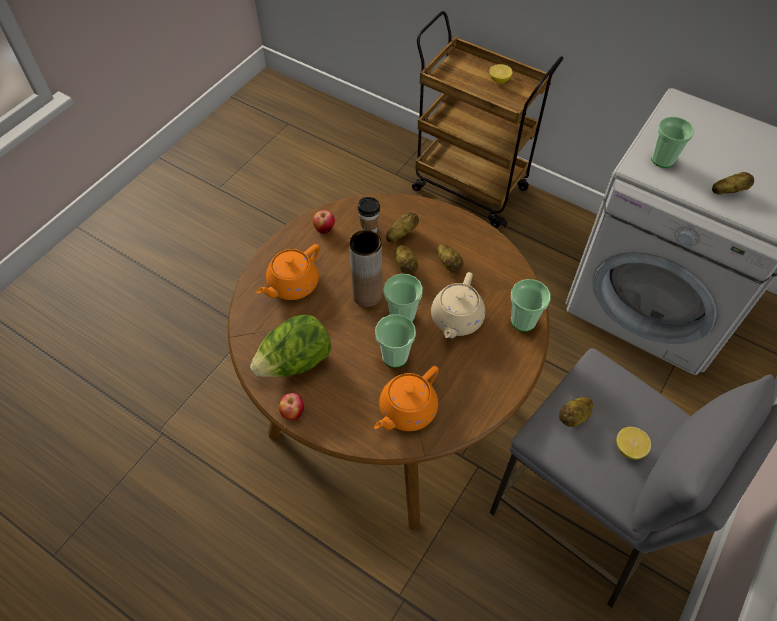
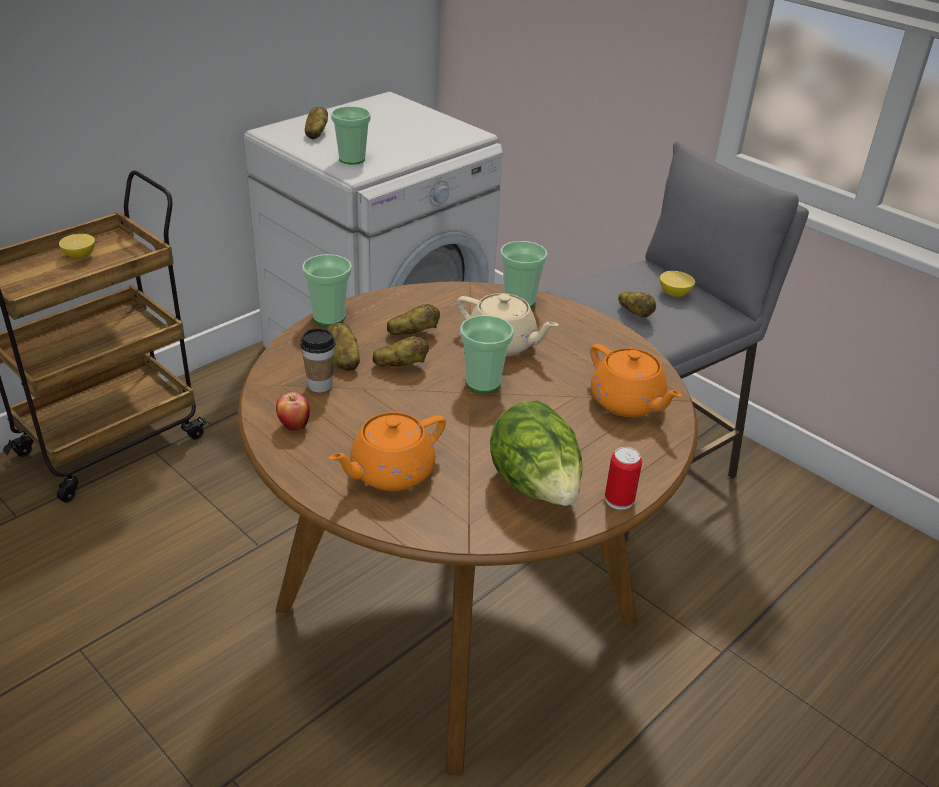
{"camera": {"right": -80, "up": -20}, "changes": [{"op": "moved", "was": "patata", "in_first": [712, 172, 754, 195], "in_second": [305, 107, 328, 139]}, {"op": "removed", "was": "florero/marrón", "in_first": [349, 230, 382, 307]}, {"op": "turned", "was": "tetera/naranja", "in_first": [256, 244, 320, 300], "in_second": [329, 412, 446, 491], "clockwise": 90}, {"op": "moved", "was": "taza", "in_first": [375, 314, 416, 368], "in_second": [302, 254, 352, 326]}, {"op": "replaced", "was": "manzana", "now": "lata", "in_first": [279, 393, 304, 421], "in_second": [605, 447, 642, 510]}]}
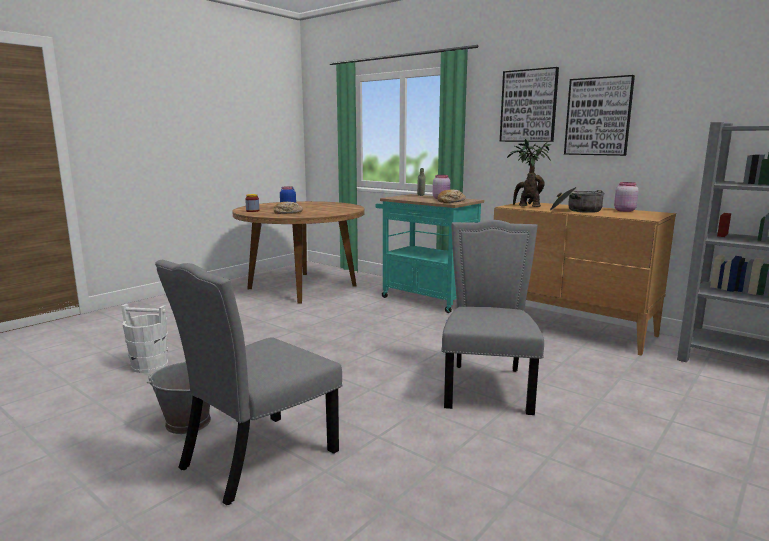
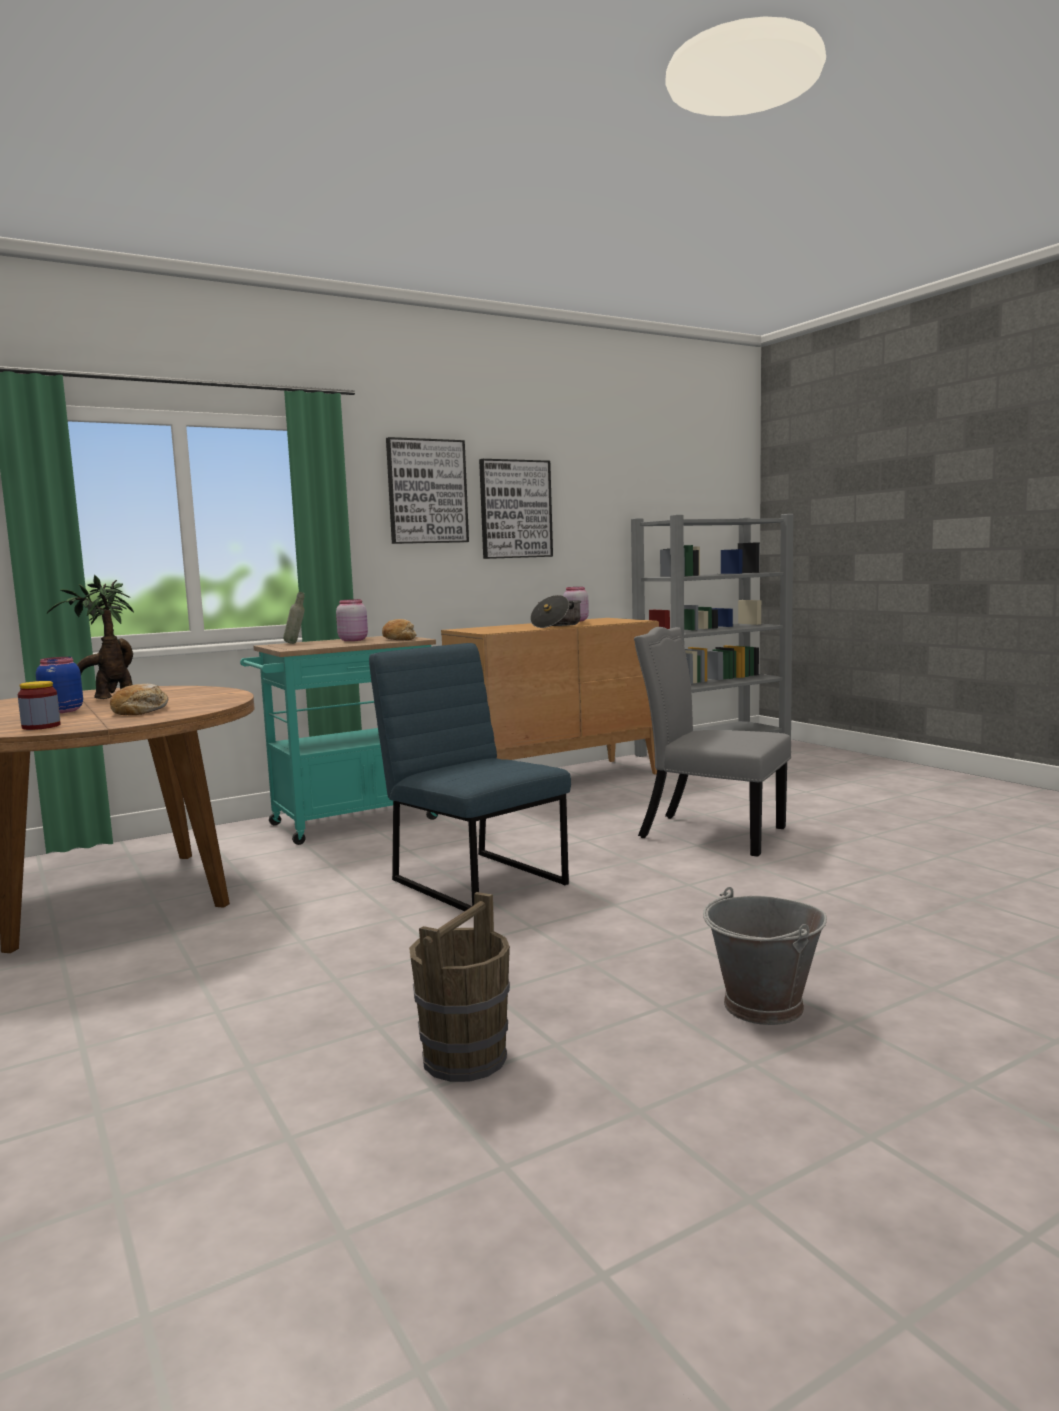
{"camera": {"right": -70, "up": -5}, "changes": [{"op": "moved", "was": "planta en maceta", "in_first": [507, 139, 552, 207], "in_second": [46, 575, 134, 699]}, {"op": "removed", "was": "silla/gris", "in_first": [155, 260, 343, 505]}, {"op": "recoloured", "was": "cubo/blanco", "now": "cubo/marrón", "in_first": [121, 304, 168, 373], "in_second": [409, 892, 510, 1082]}, {"op": "added", "now": "silla/azul", "in_second": [369, 643, 571, 911]}]}
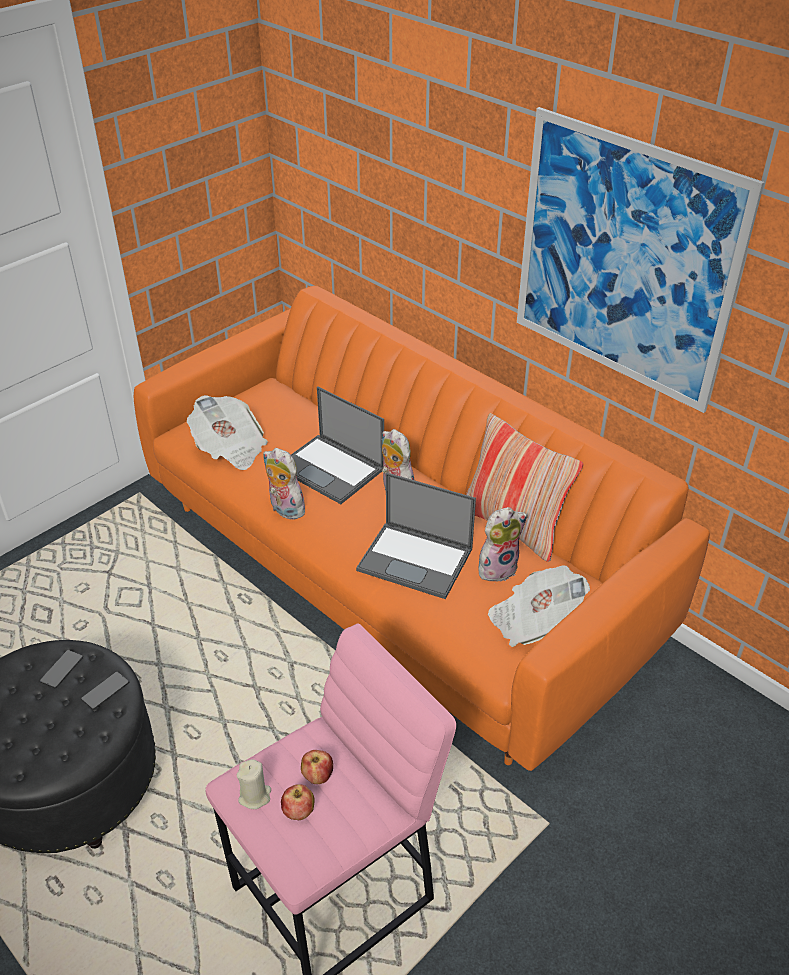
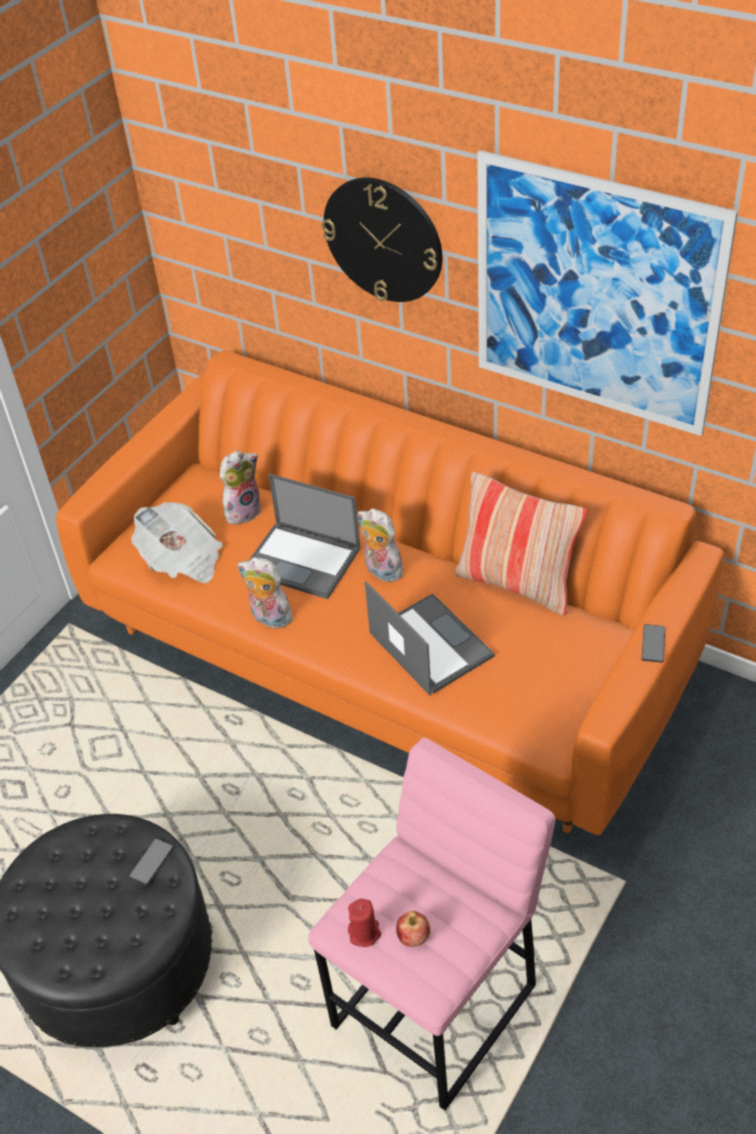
{"camera": {"right": -10, "up": 5}, "changes": [{"op": "turned", "was": "portátil", "in_first": [356, 472, 476, 599], "in_second": [365, 581, 495, 696], "clockwise": -135}, {"op": "moved", "was": "peluche", "in_first": [478, 507, 528, 581], "in_second": [220, 451, 261, 525]}, {"op": "removed", "was": "periódico", "in_first": [488, 565, 590, 647]}, {"op": "moved", "was": "móvil", "in_first": [40, 650, 83, 688], "in_second": [642, 624, 665, 662]}, {"op": "removed", "was": "manzana", "in_first": [301, 750, 333, 784]}, {"op": "recoloured", "was": "vela/beis", "now": "vela/rojo", "in_first": [237, 759, 271, 809], "in_second": [348, 899, 381, 947]}, {"op": "added", "now": "reloj de pared", "in_second": [322, 178, 442, 302]}]}
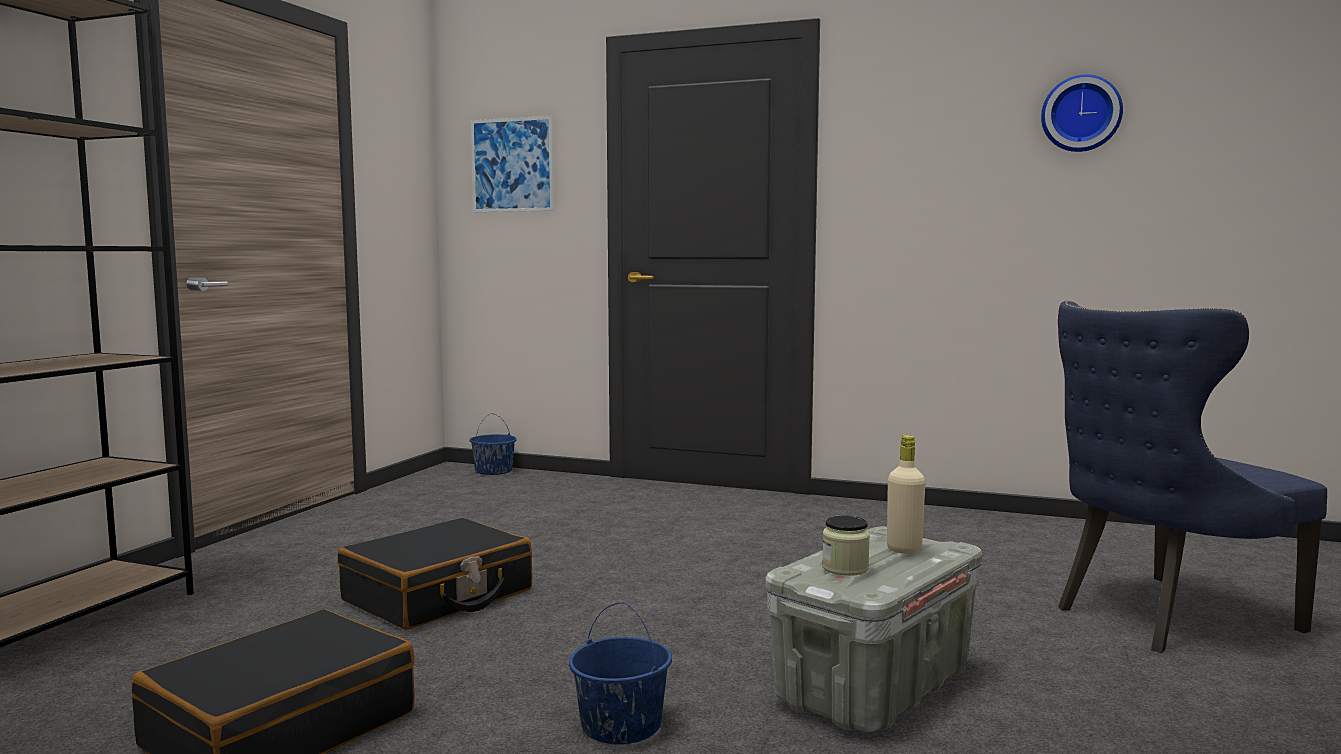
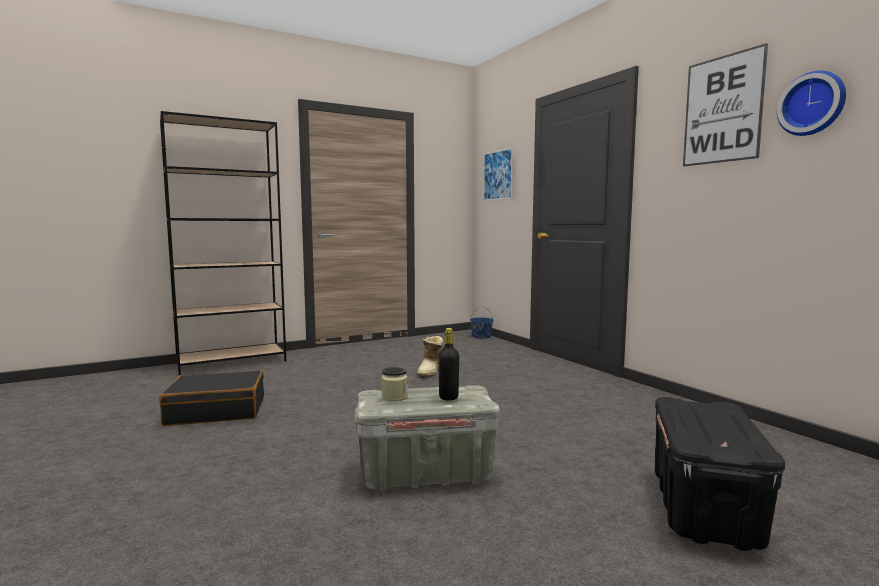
{"camera": {"right": 40, "up": 0}, "changes": [{"op": "replaced", "was": "silla/azul", "now": "caja de almacenaje/negro", "in_first": [1058, 300, 1327, 653], "in_second": [655, 397, 785, 551]}, {"op": "recoloured", "was": "botella/beis", "now": "botella/negro", "in_first": [887, 435, 925, 554], "in_second": [439, 328, 459, 401]}, {"op": "removed", "was": "maleta/negro", "in_first": [338, 518, 532, 630]}, {"op": "removed", "was": "cubo/azul", "in_first": [569, 602, 672, 744]}, {"op": "added", "now": "cuadro", "in_second": [683, 43, 768, 166]}, {"op": "added", "now": "bota", "in_second": [417, 336, 444, 378]}]}
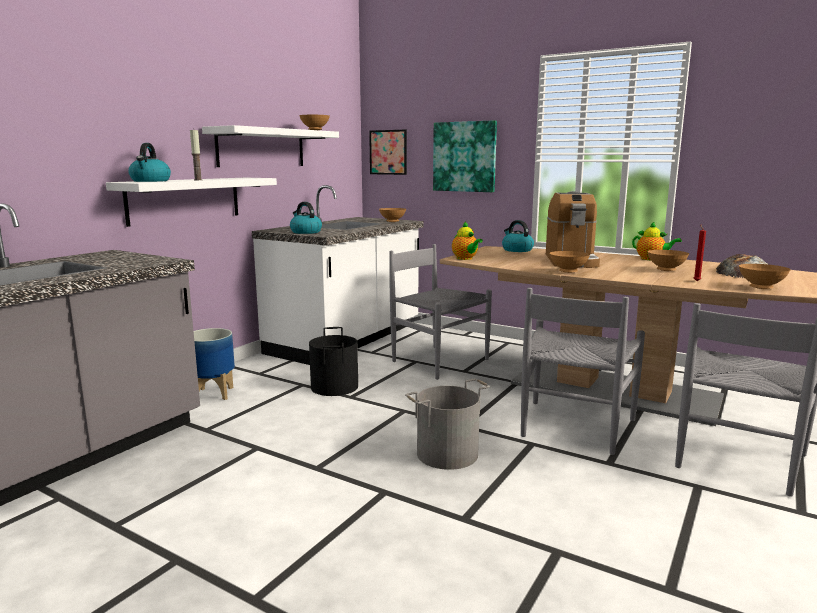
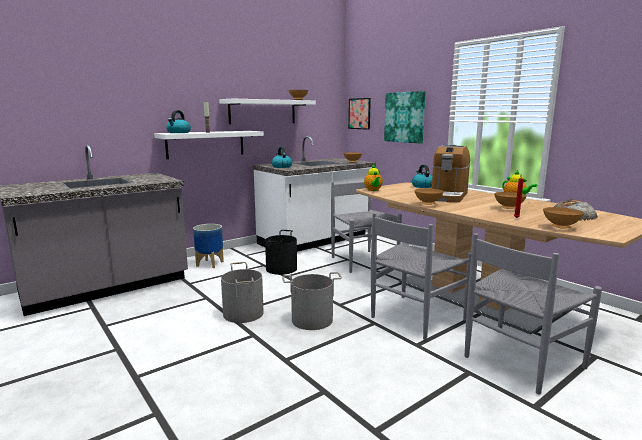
{"camera": {"right": 20, "up": 0}, "changes": [{"op": "added", "now": "cubo/gris", "in_second": [221, 262, 264, 323]}]}
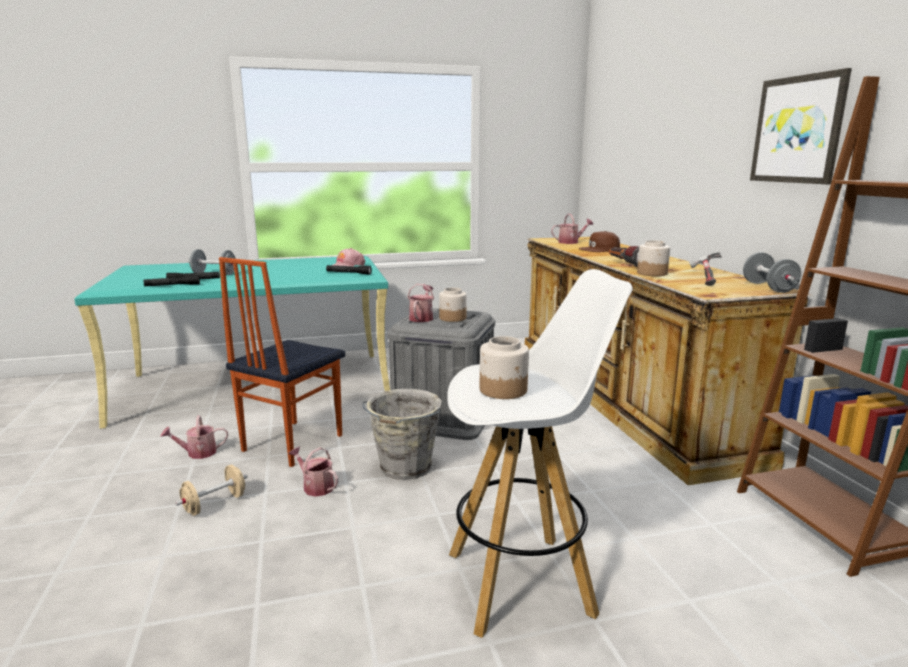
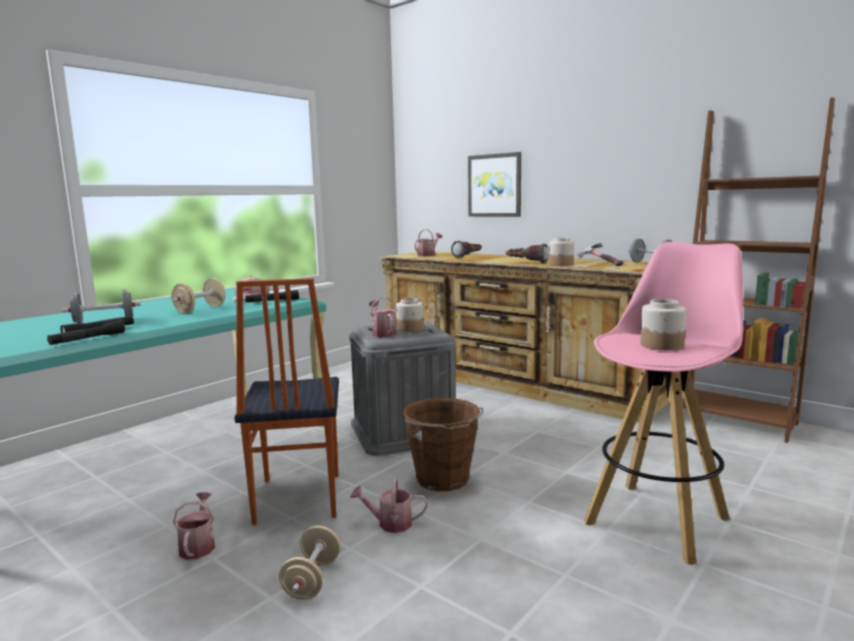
{"camera": {"right": -35, "up": -5}, "changes": [{"op": "moved", "was": "cuadro", "in_first": [750, 68, 852, 184], "in_second": [468, 152, 521, 217]}, {"op": "replaced", "was": "gorra/marrón", "now": "linterna", "in_first": [579, 231, 620, 252], "in_second": [451, 241, 482, 258]}, {"op": "recoloured", "was": "taburete/blanco", "now": "taburete/rosa", "in_first": [447, 269, 633, 638], "in_second": [584, 242, 743, 565]}, {"op": "recoloured", "was": "cubo/gris", "now": "cubo/marrón", "in_first": [362, 389, 442, 480], "in_second": [403, 398, 483, 491]}, {"op": "turned", "was": "regadera", "in_first": [161, 415, 228, 459], "in_second": [173, 492, 215, 560], "clockwise": 135}, {"op": "added", "now": "mancuerna/beis", "in_second": [171, 278, 226, 313]}]}
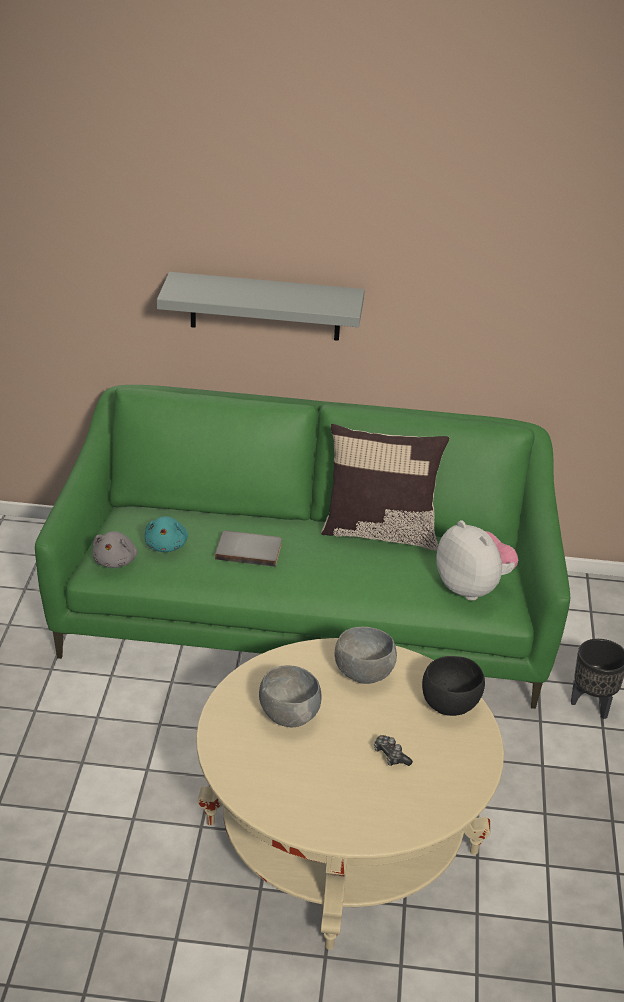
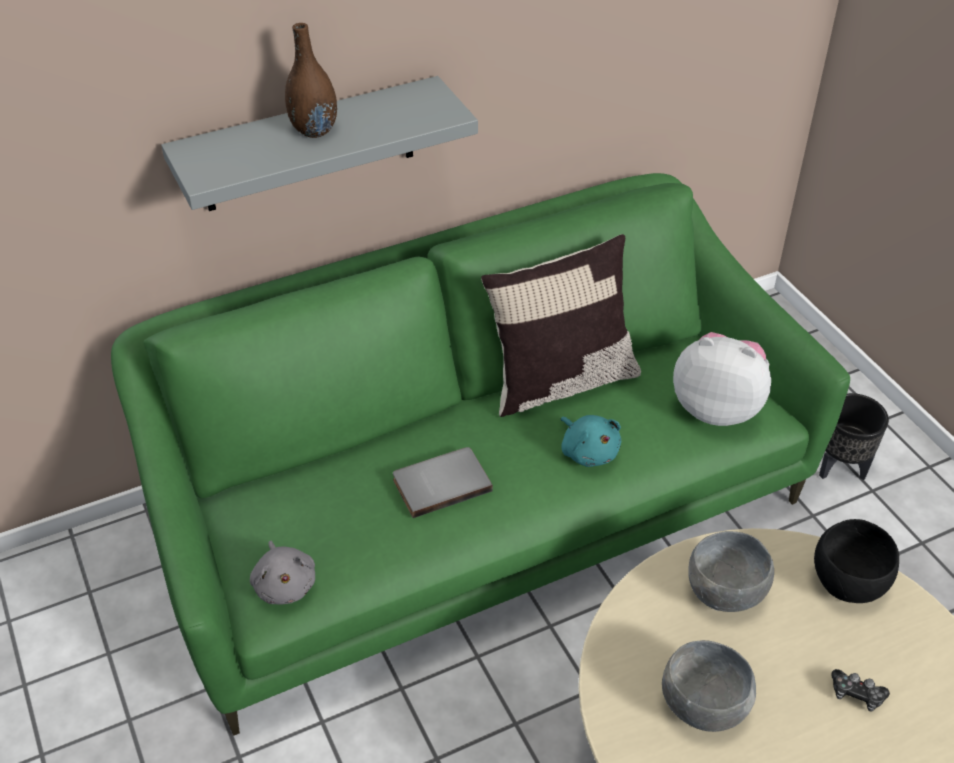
{"camera": {"right": -30, "up": 10}, "changes": [{"op": "moved", "was": "peluche/turquesa", "in_first": [145, 516, 188, 552], "in_second": [561, 415, 621, 467]}, {"op": "added", "now": "florero/marrón", "in_second": [285, 23, 337, 138]}]}
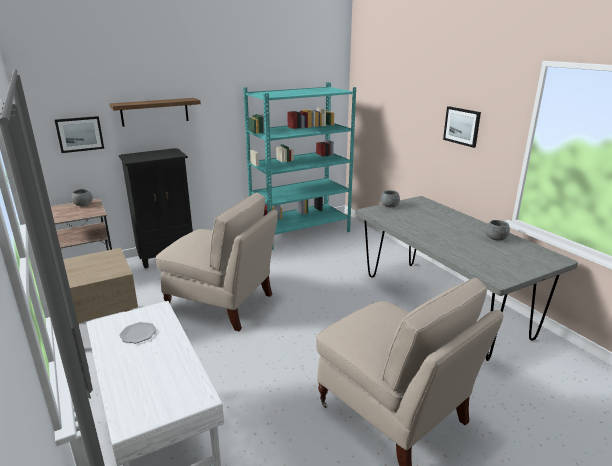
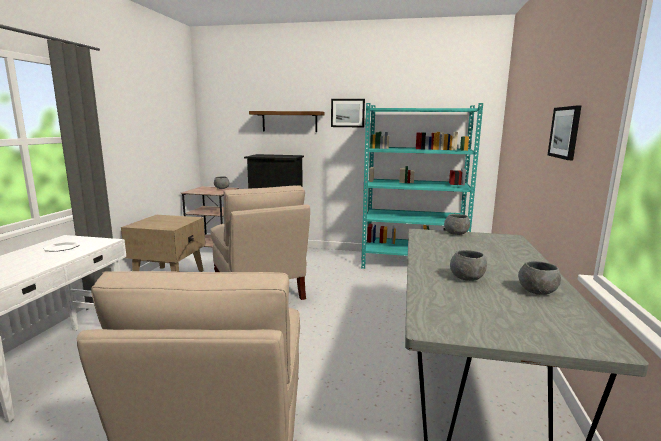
{"camera": {"right": 40, "up": -10}, "changes": [{"op": "moved", "was": "cuadro", "in_first": [55, 116, 104, 153], "in_second": [331, 99, 365, 128]}, {"op": "added", "now": "cuenco/gris", "in_second": [450, 250, 487, 281]}]}
